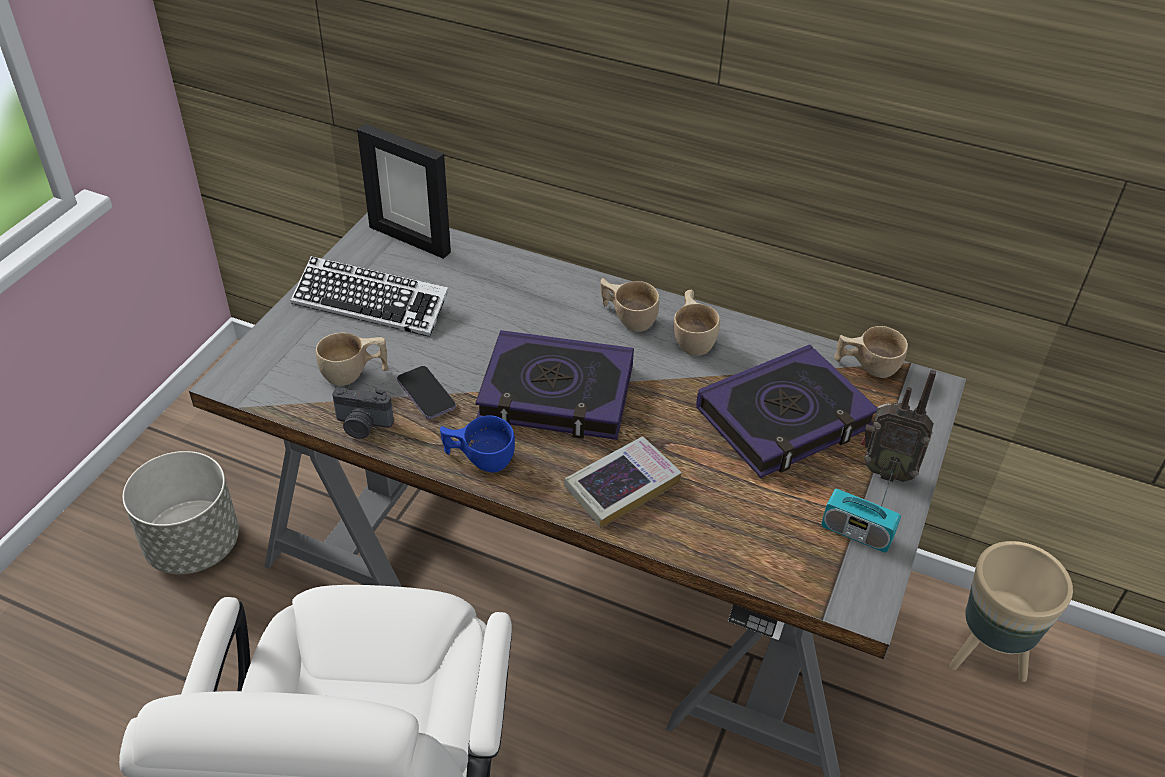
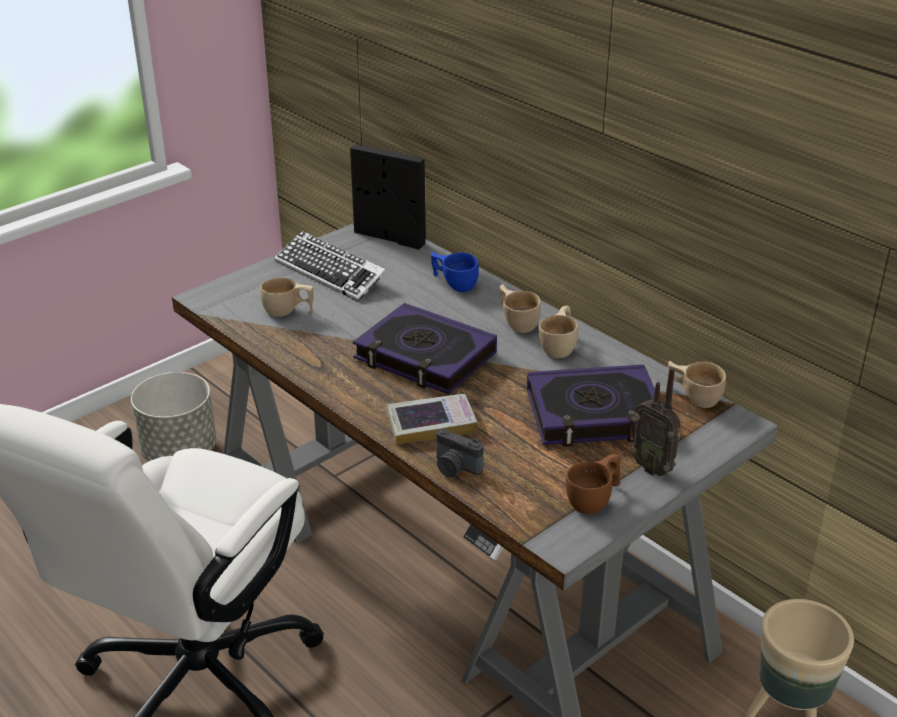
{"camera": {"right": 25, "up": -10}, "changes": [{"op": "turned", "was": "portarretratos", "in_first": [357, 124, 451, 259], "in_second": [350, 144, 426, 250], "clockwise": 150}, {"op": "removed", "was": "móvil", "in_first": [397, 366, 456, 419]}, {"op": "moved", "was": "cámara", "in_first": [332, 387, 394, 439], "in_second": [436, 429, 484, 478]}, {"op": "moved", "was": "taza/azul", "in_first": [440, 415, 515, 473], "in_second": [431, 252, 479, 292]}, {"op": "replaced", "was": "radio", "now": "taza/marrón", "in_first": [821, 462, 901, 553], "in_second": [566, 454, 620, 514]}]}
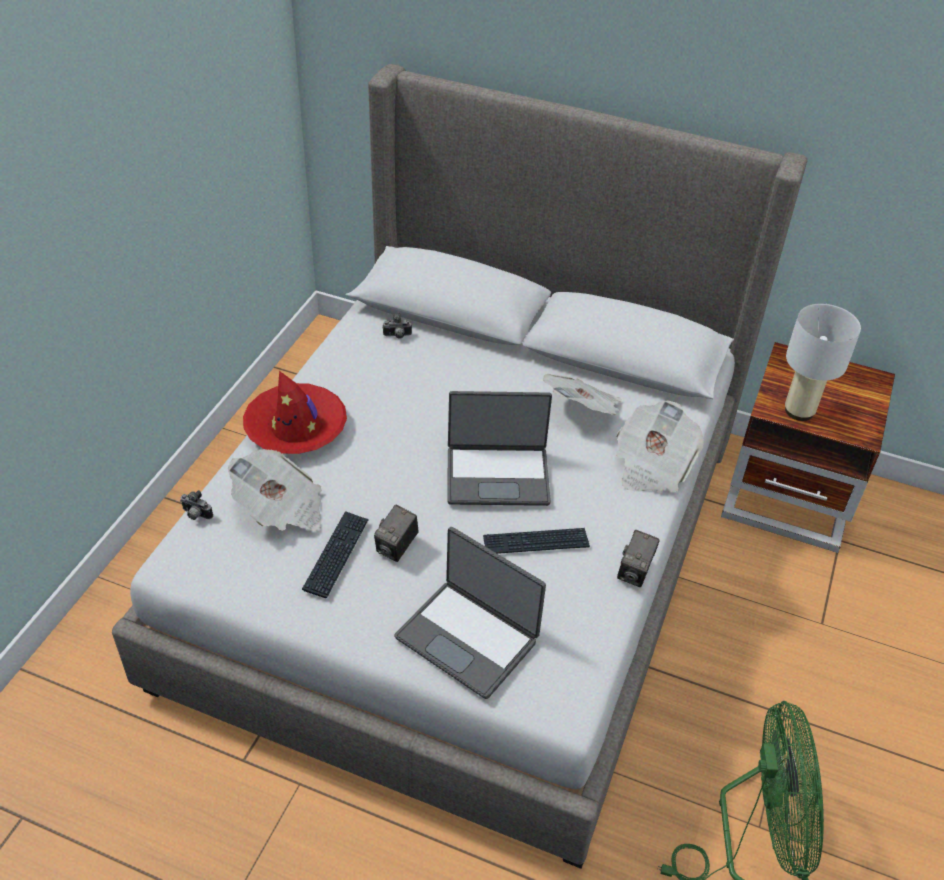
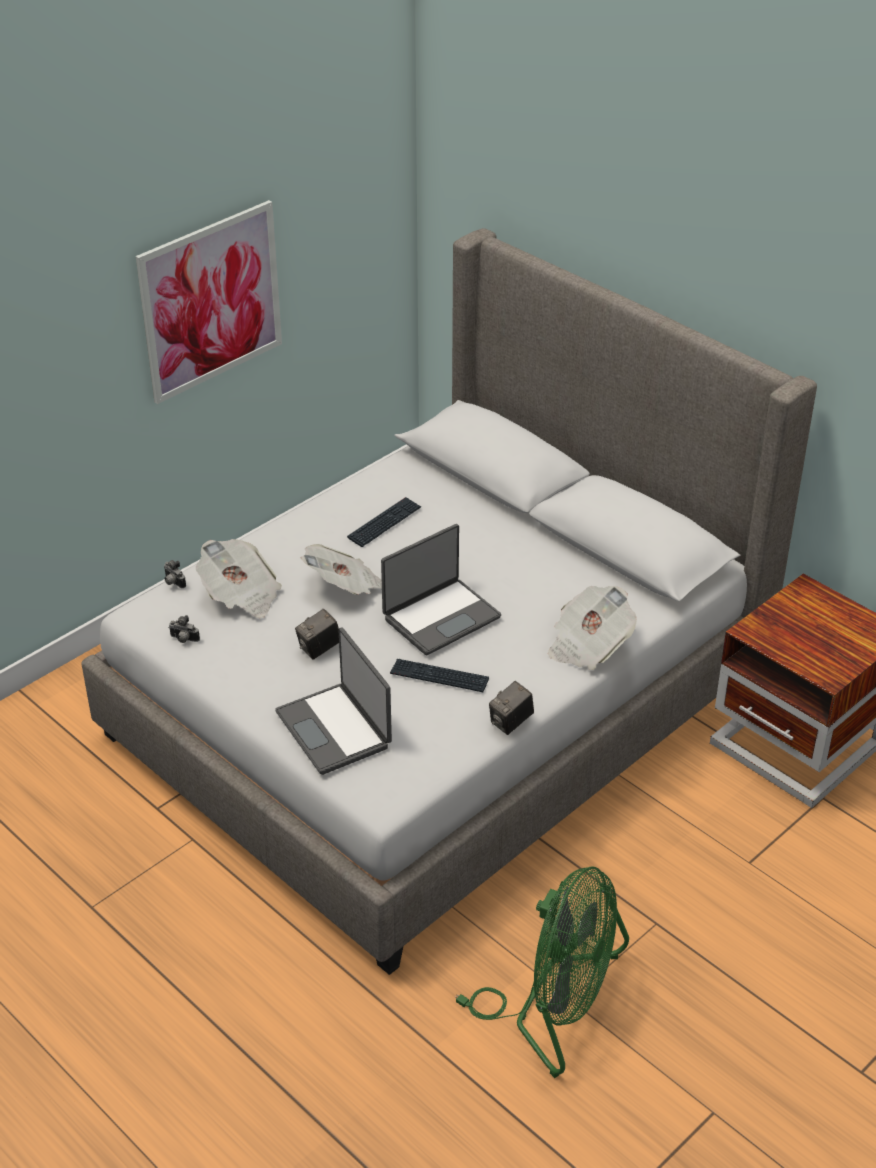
{"camera": {"right": 25, "up": -5}, "changes": [{"op": "removed", "was": "lámpara de mesa/blanco", "in_first": [785, 303, 861, 421]}, {"op": "moved", "was": "cámara", "in_first": [383, 313, 412, 339], "in_second": [168, 615, 200, 643]}, {"op": "removed", "was": "sombrero/rojo", "in_first": [243, 371, 347, 454]}, {"op": "moved", "was": "periódico", "in_first": [543, 374, 622, 415], "in_second": [300, 544, 382, 595]}, {"op": "turned", "was": "portátil", "in_first": [448, 391, 552, 506], "in_second": [381, 524, 501, 656], "clockwise": -60}, {"op": "moved", "was": "teclado", "in_first": [302, 511, 369, 598], "in_second": [347, 497, 421, 547]}, {"op": "added", "now": "cuadro", "in_second": [136, 200, 282, 404]}]}
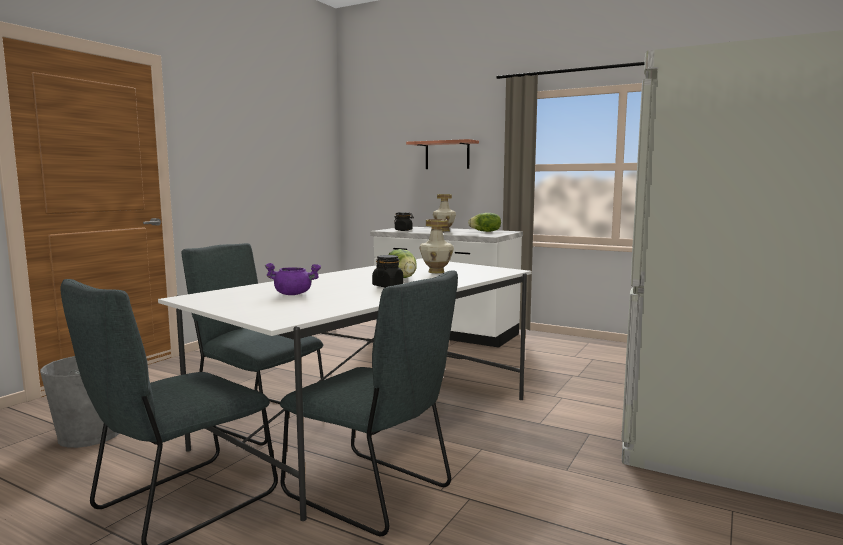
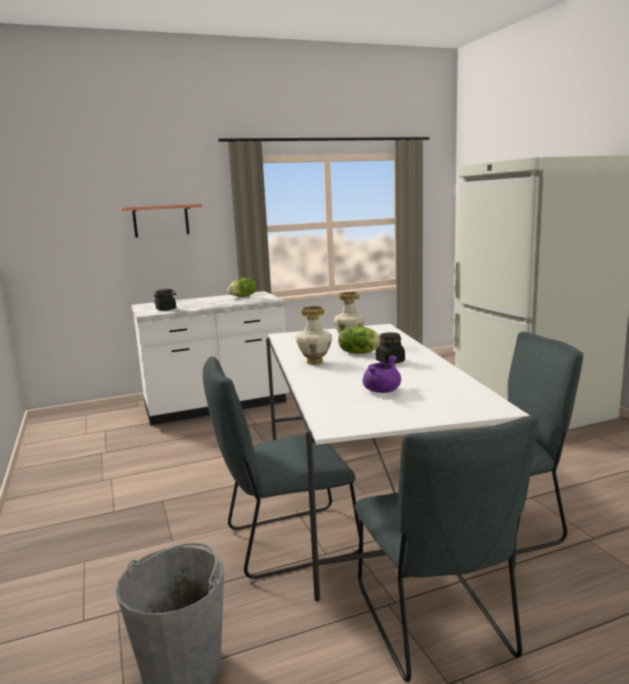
{"camera": {"right": -50, "up": 5}, "changes": [{"op": "moved", "was": "florero", "in_first": [433, 194, 456, 231], "in_second": [295, 306, 332, 365]}]}
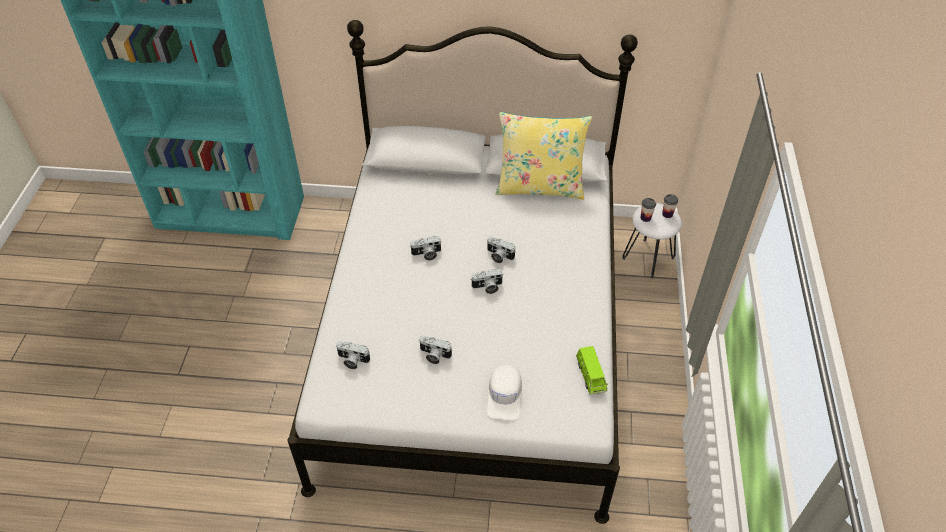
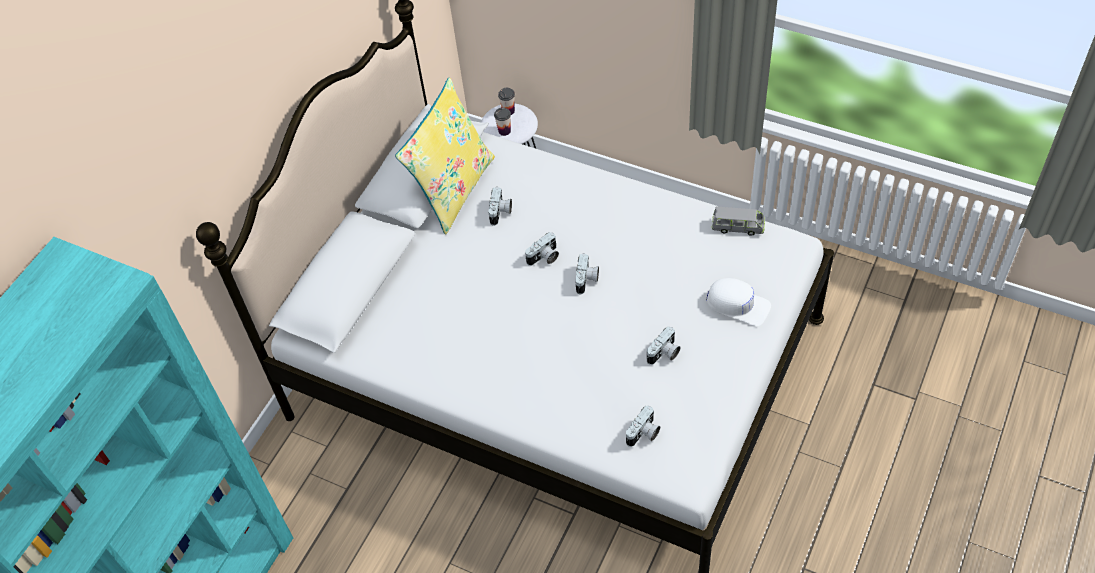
{"camera": {"right": -65, "up": 5}, "changes": [{"op": "moved", "was": "cámara", "in_first": [410, 236, 442, 260], "in_second": [488, 187, 512, 226]}, {"op": "recoloured", "was": "coche de juguete/verde", "now": "coche de juguete/gris", "in_first": [576, 346, 608, 395], "in_second": [712, 206, 765, 236]}]}
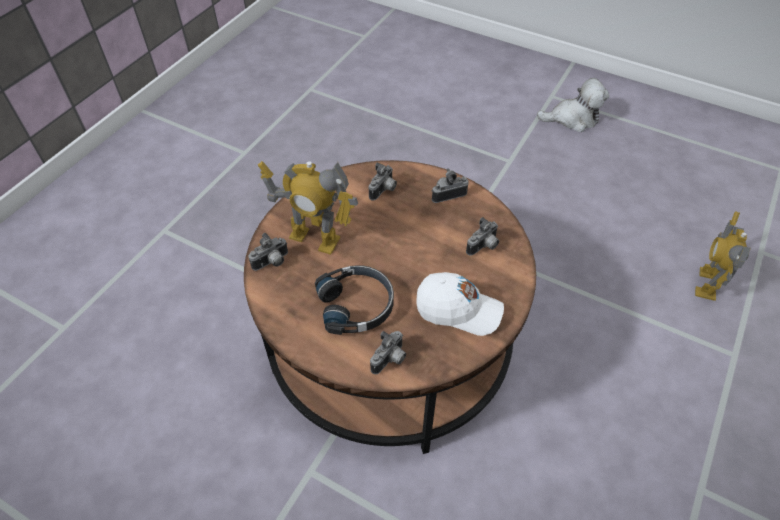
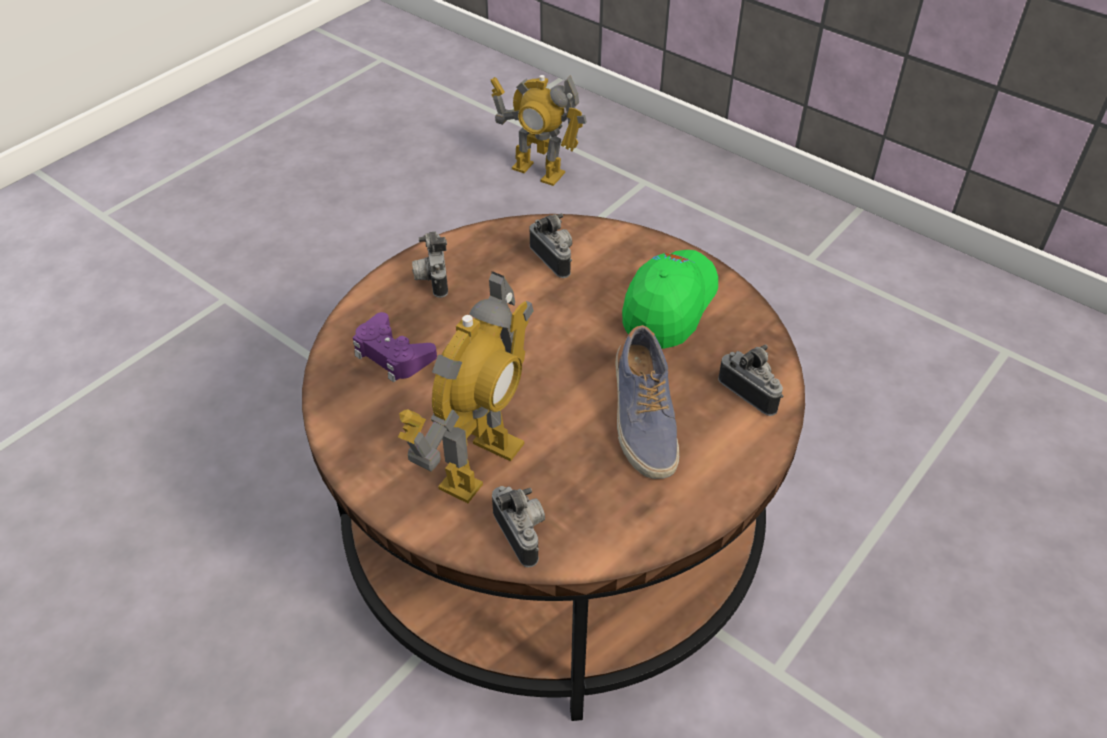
{"camera": {"right": -80, "up": -5}, "changes": [{"op": "removed", "was": "peluche", "in_first": [537, 78, 609, 132]}, {"op": "replaced", "was": "cámara", "now": "mando de consola/morado", "in_first": [369, 163, 397, 200], "in_second": [353, 312, 437, 382]}, {"op": "replaced", "was": "auriculares/negro", "now": "zapato", "in_first": [315, 265, 394, 335], "in_second": [615, 325, 679, 479]}, {"op": "recoloured", "was": "gorra/blanco", "now": "gorra/verde", "in_first": [416, 272, 504, 336], "in_second": [622, 250, 718, 349]}]}
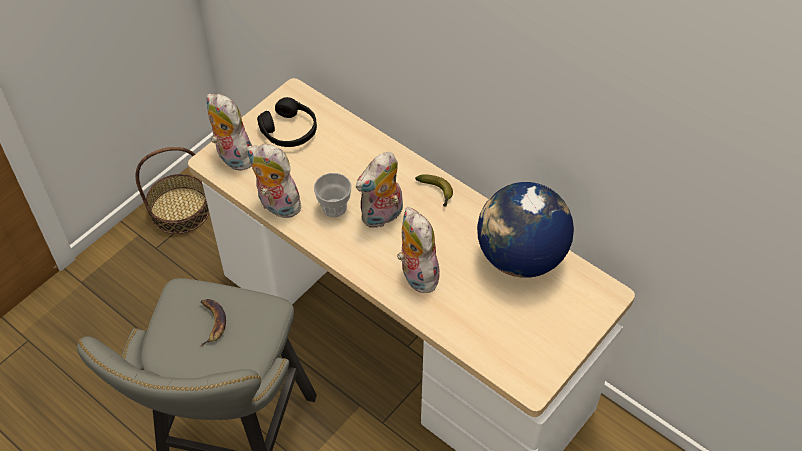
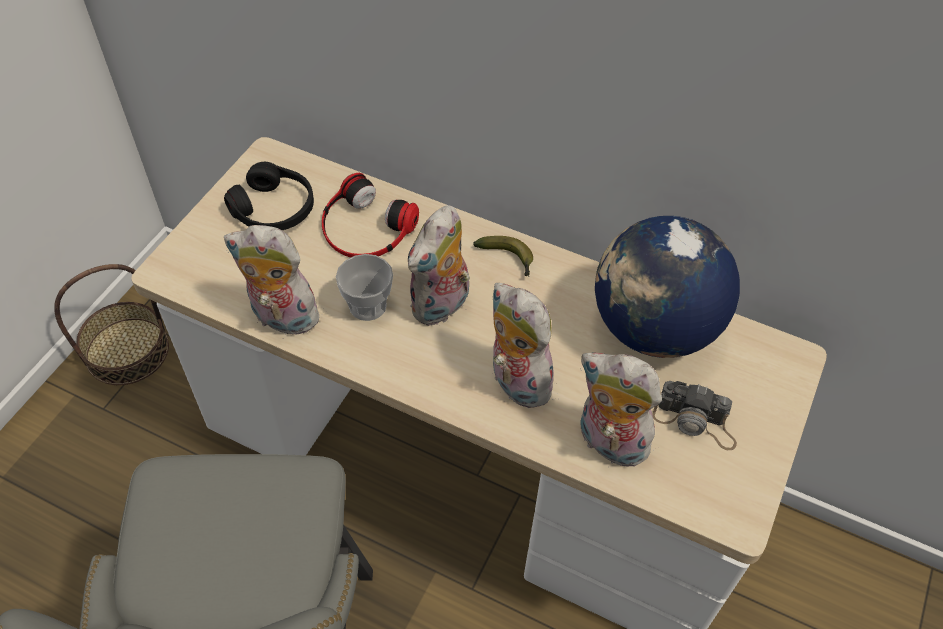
{"camera": {"right": -15, "up": 0}, "changes": [{"op": "moved", "was": "peluche", "in_first": [207, 94, 252, 171], "in_second": [580, 353, 662, 468]}, {"op": "removed", "was": "plátano", "in_first": [200, 299, 226, 346]}, {"op": "added", "now": "auriculares", "in_second": [322, 173, 419, 257]}, {"op": "added", "now": "cámara", "in_second": [652, 381, 737, 450]}]}
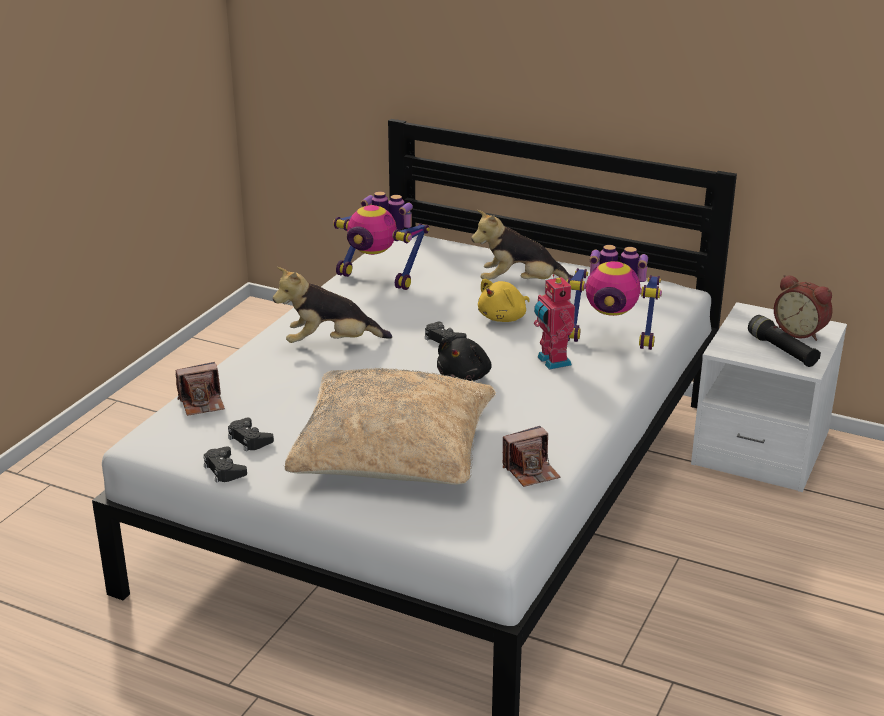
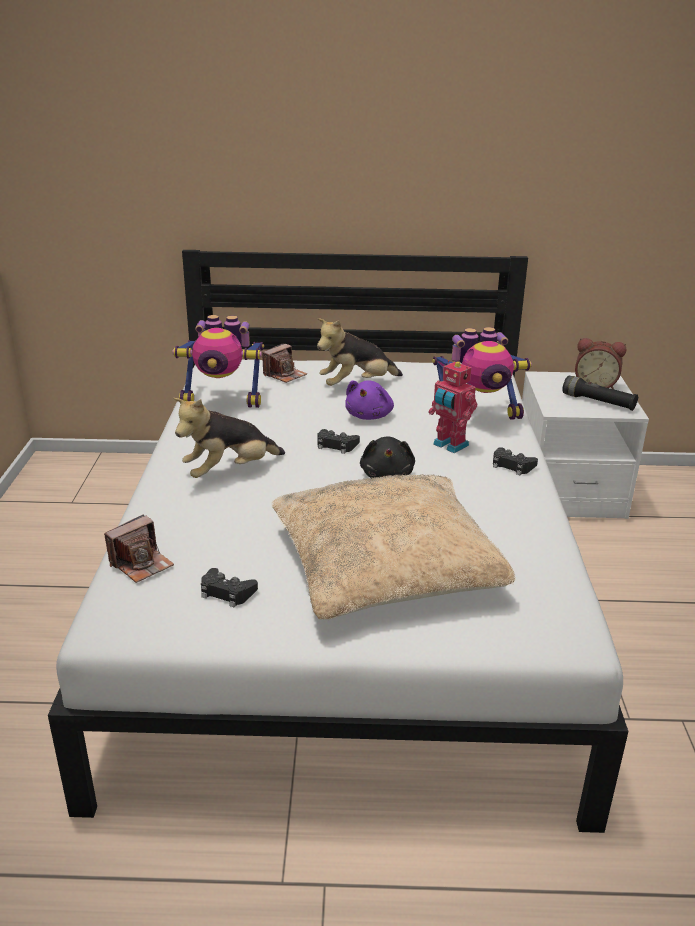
{"camera": {"right": -25, "up": 0}, "changes": [{"op": "recoloured", "was": "peluche/amarillo", "now": "peluche/morado", "in_first": [478, 279, 530, 322], "in_second": [345, 380, 394, 420]}, {"op": "moved", "was": "cámara", "in_first": [503, 426, 560, 487], "in_second": [262, 343, 307, 383]}, {"op": "moved", "was": "mando de consola/negro", "in_first": [203, 446, 247, 483], "in_second": [493, 447, 538, 475]}]}
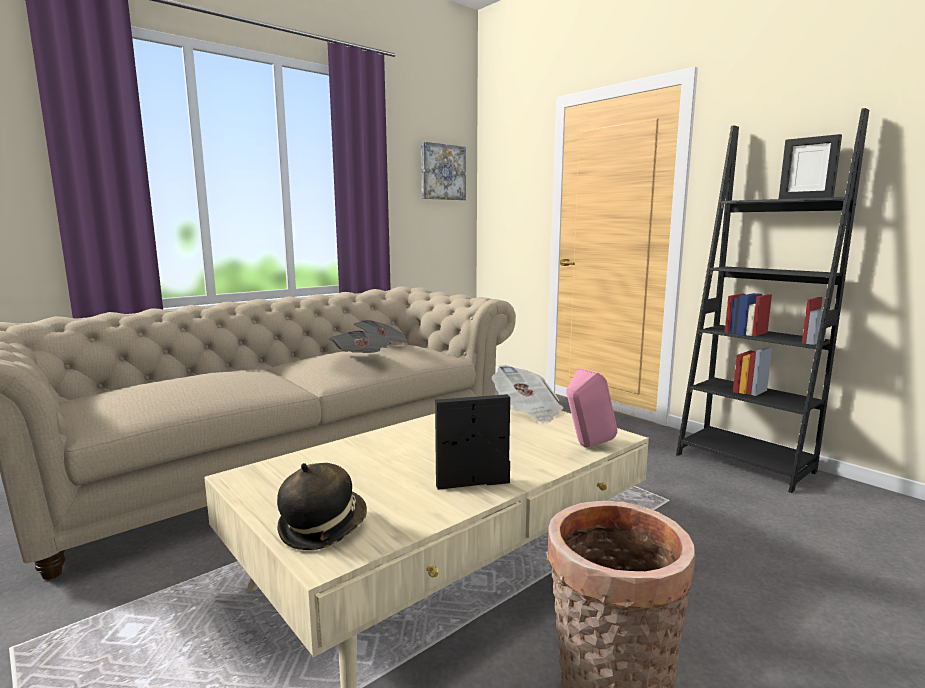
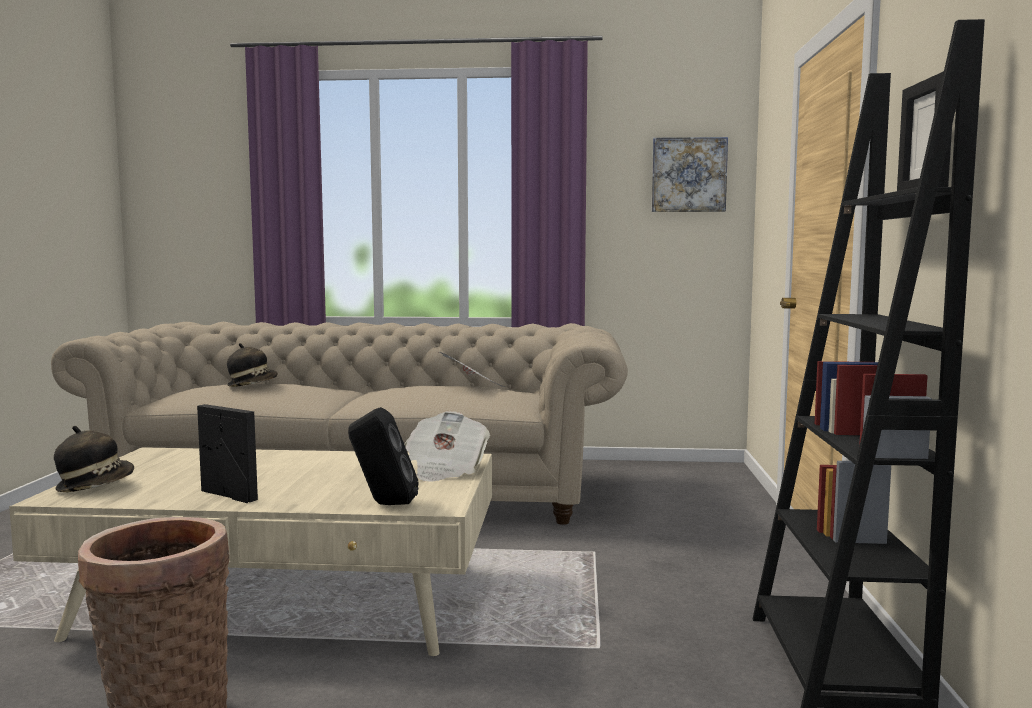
{"camera": {"right": 45, "up": -5}, "changes": [{"op": "removed", "was": "periódico", "in_first": [329, 331, 391, 353]}, {"op": "recoloured", "was": "altavoz/rosa", "now": "altavoz/negro", "in_first": [566, 368, 618, 448], "in_second": [348, 407, 419, 505]}, {"op": "added", "now": "sombrero", "in_second": [227, 343, 278, 387]}]}
